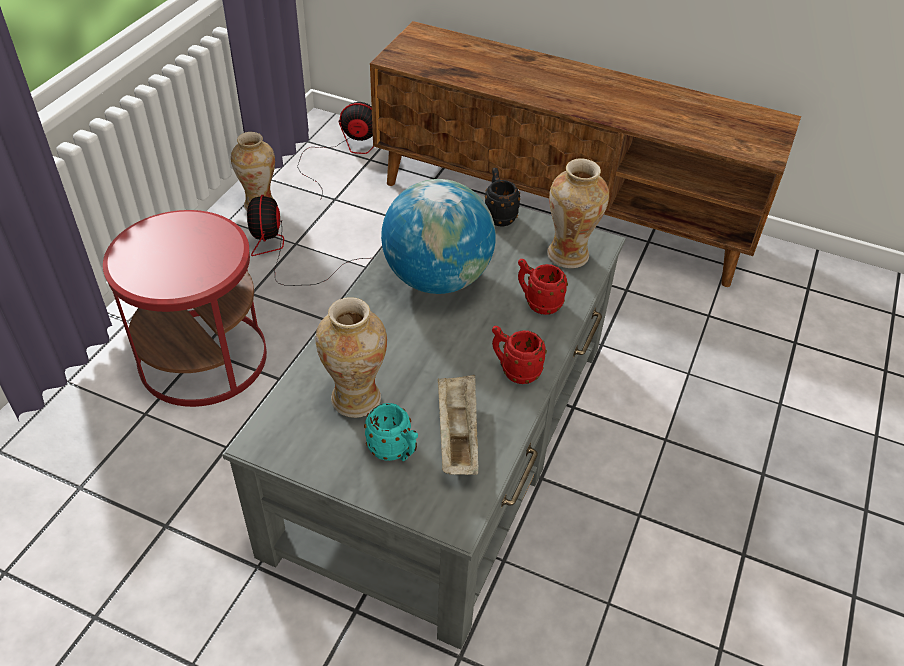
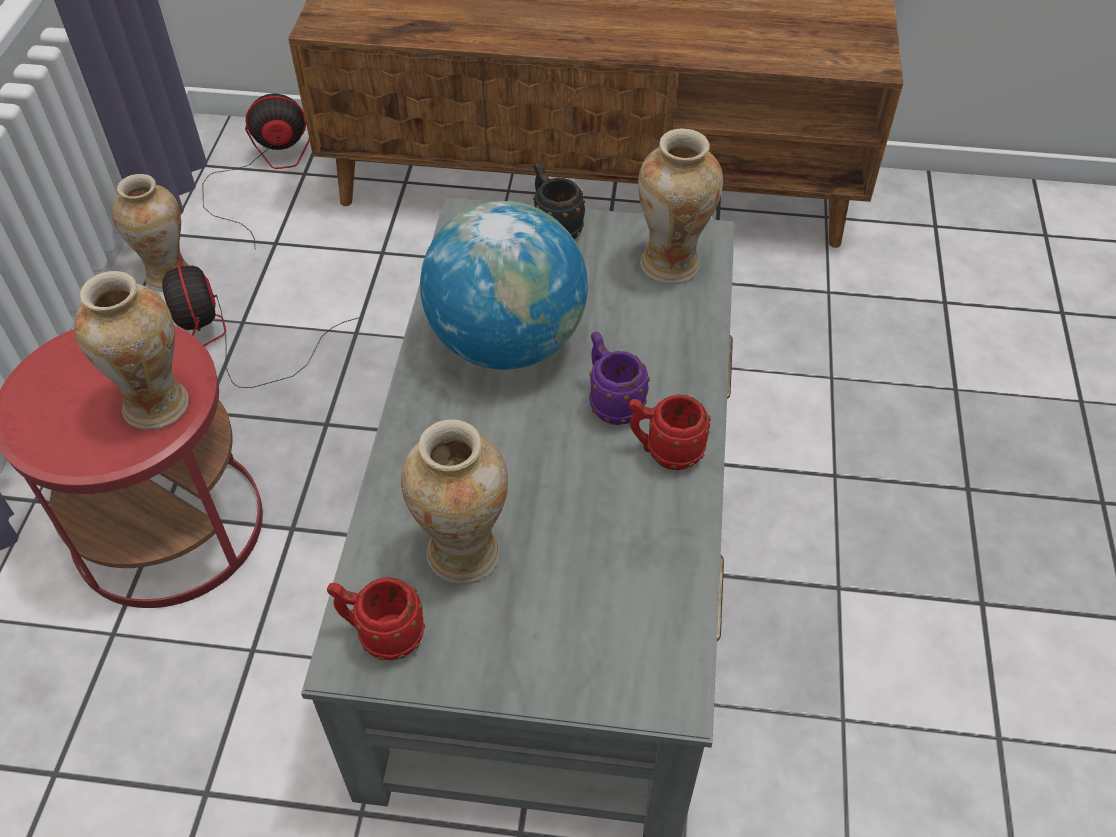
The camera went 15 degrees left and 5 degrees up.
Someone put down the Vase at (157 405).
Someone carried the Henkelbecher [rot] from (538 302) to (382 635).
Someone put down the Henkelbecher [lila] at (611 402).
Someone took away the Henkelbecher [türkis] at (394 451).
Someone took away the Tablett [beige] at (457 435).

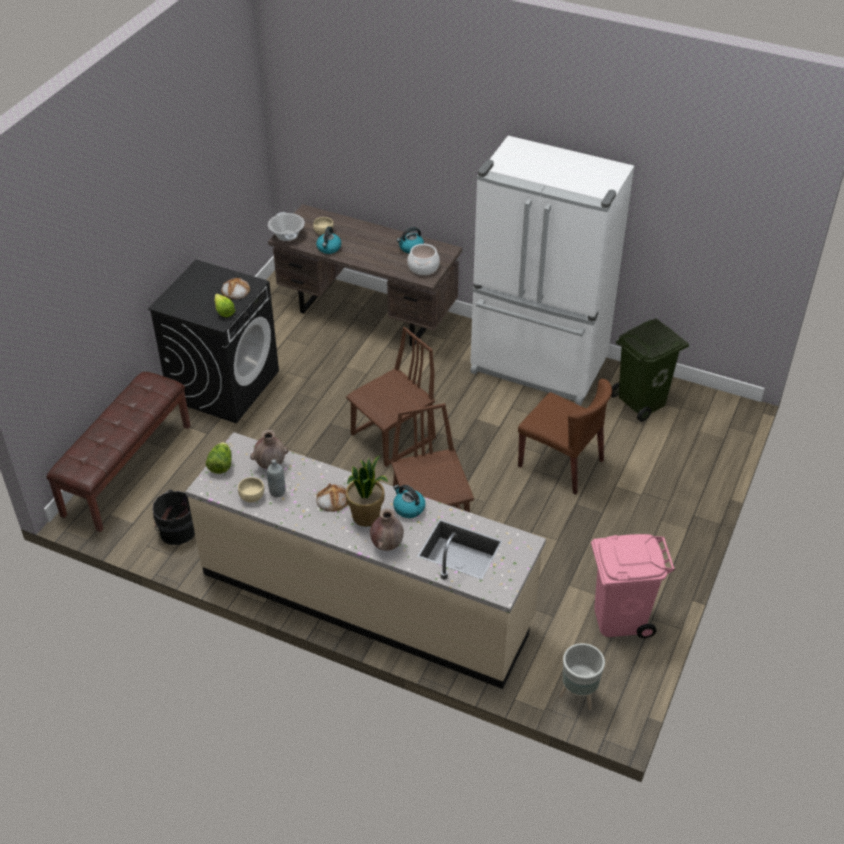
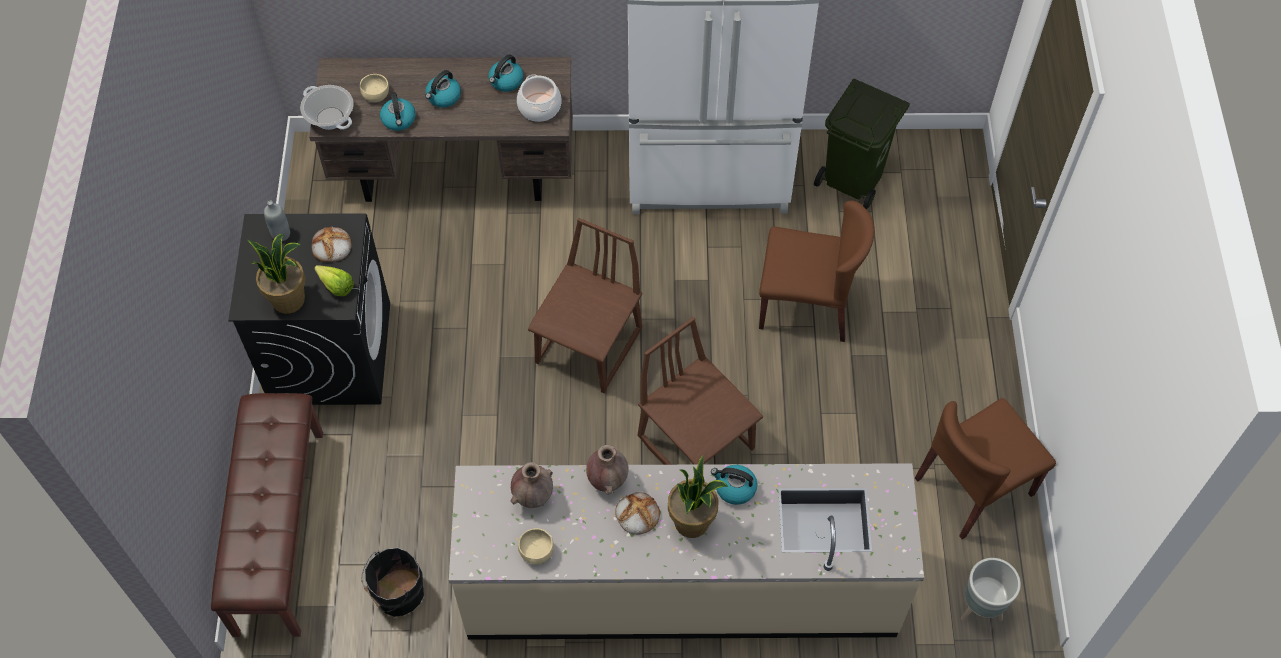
The camera went 25 degrees left and 15 degrees up.
Someone put down the Topfpflanze at (289 299).
Someone carried the Flasche [grau] from (277 492) to (281 234).
Someone put down the Wasserkessel at (443 97).
Someone carried the Vase [braun] from (387 545) to (607 480).
Someone swapped the Mülleimer [rosa] at (619 617) for the Stuhl [braun] at (973 487).
Someone took away the Salatkopf at (221 465).

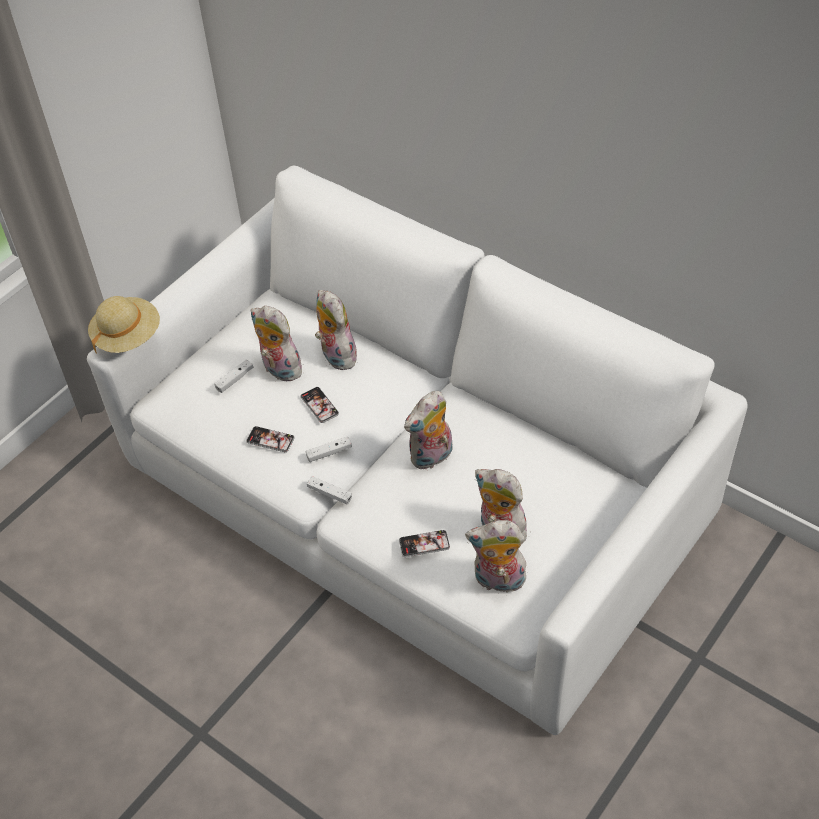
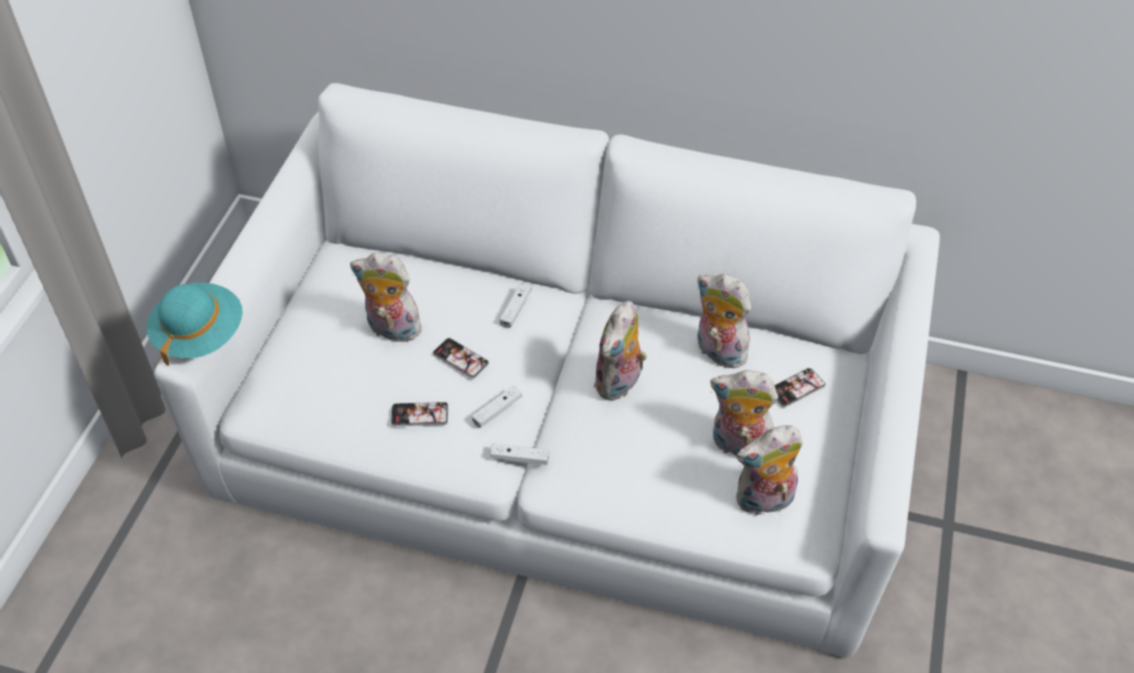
The camera went 25 degrees left and 0 degrees up.
Someone repainted the Hut [beige] at (127 337), which became the Hut [türkis] at (199 335).
Someone carried the Gamepad [weiß] from (234 379) to (515 309).
Someone carried the Plüschtier from (336 355) to (717 352).
Someone carried the Handy from (424 544) to (796 388).

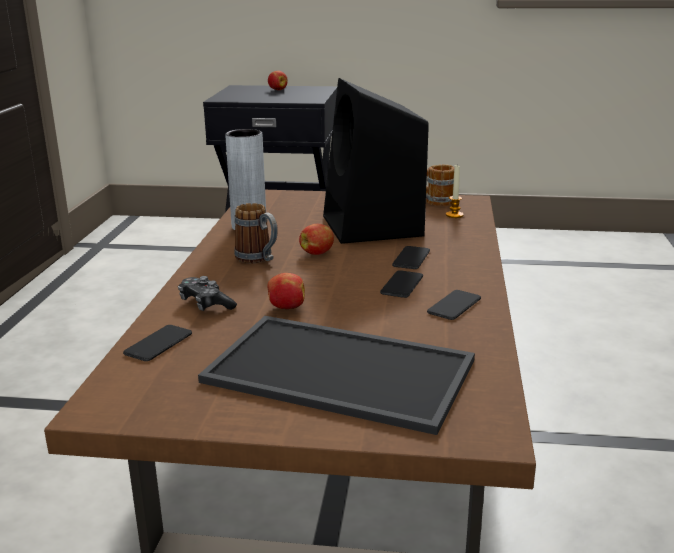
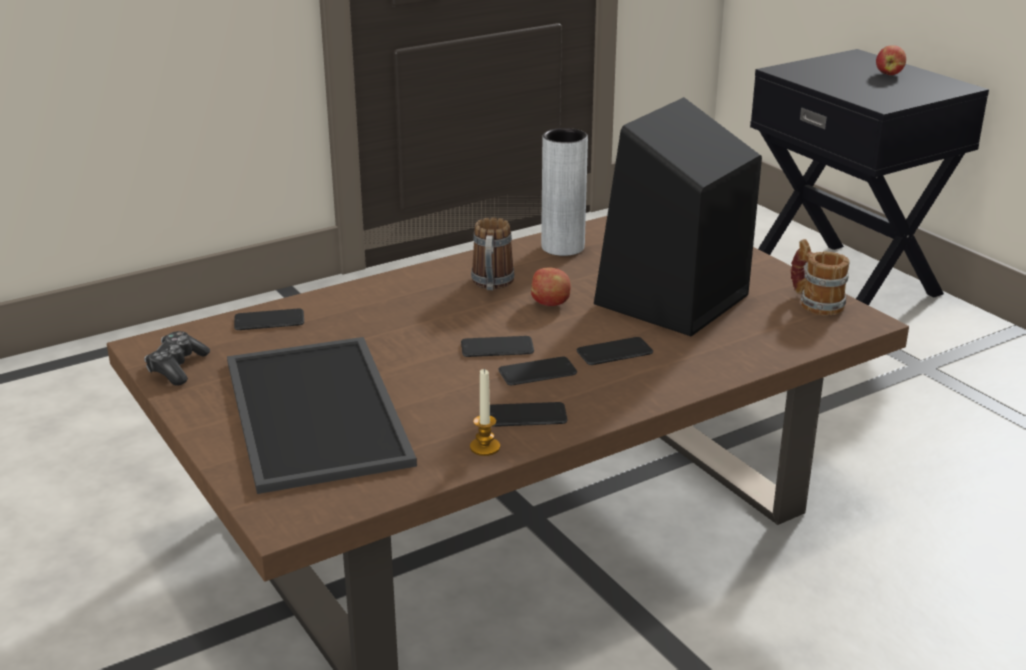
The camera went 50 degrees right and 5 degrees up.
Someone carried the Gamepad from (205 304) to (177 368).
Someone put down the Handy at (497 348).
Someone carried the Kerze from (454 215) to (485 447).
Someone took away the Apfel at (286 307).

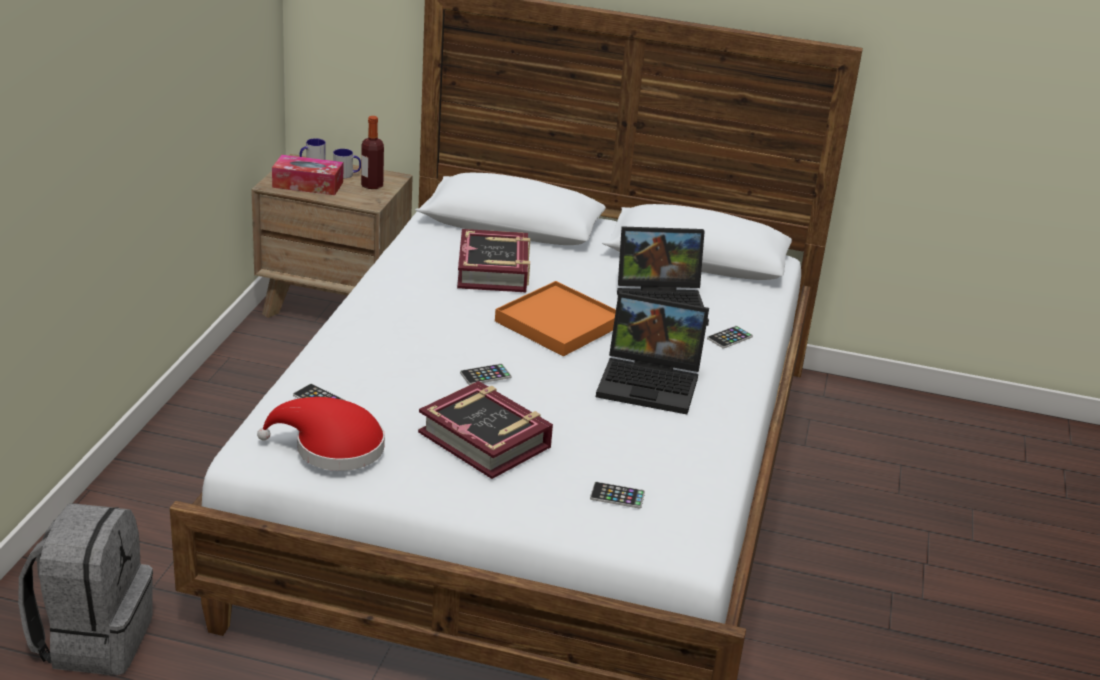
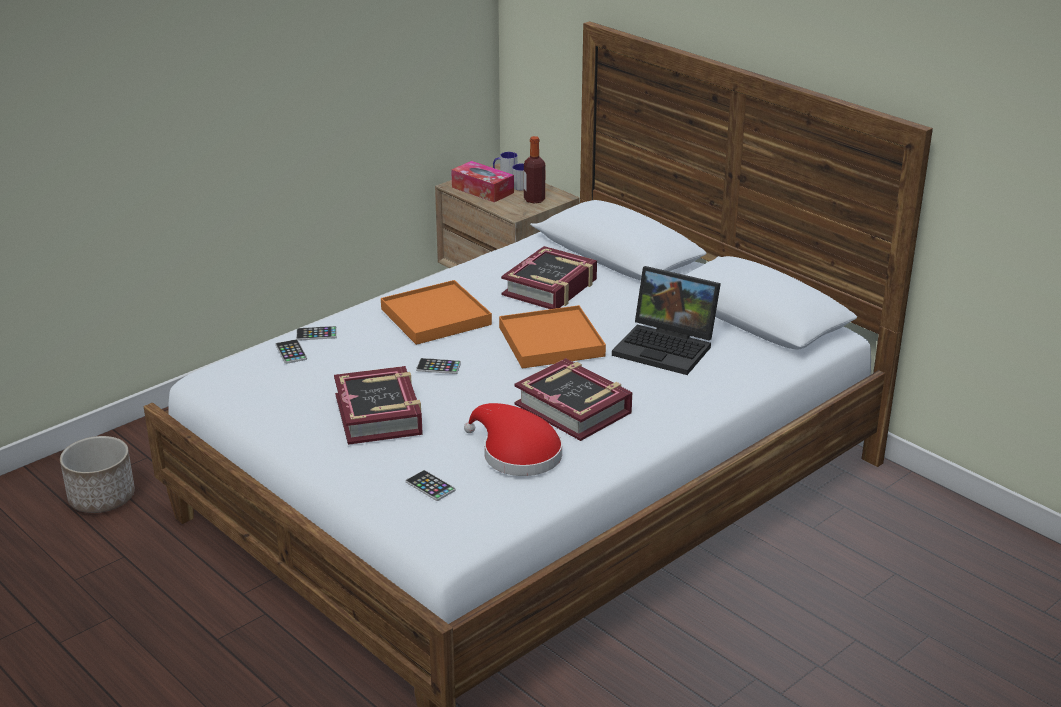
The camera went 35 degrees right and 0 degrees up.
Someone swapped the Rucksack [grau] at (93 638) for the Pflanzkübel at (102 497).
Someone carried the Handy from (729 338) to (316 334).
Someone put down the Tablett [orange] at (435 317).
Someone carried the Hut [rot] from (332 448) to (516 454).
Someone swapped the Laptop at (652 383) for the Buch at (573 408).

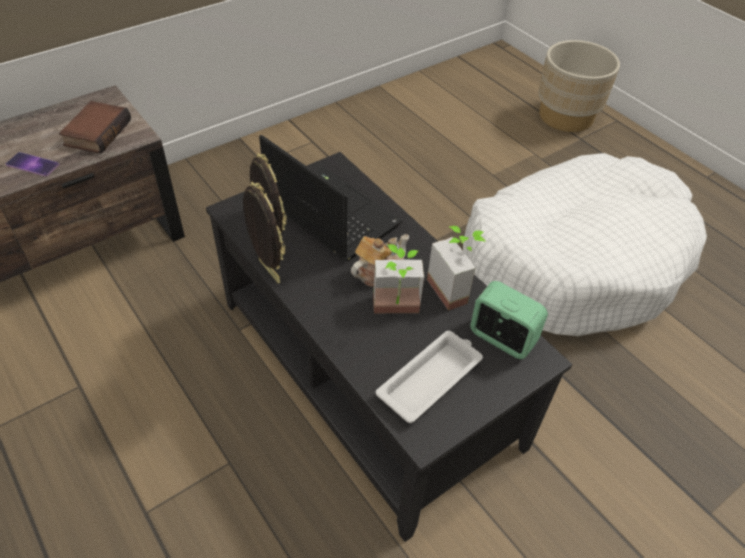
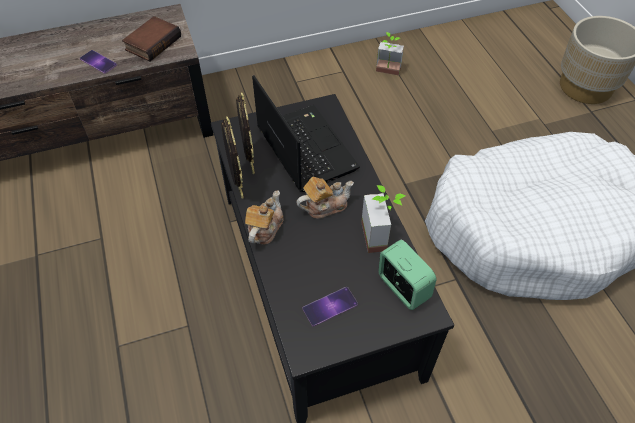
The camera went 20 degrees right and 5 degrees up.
Someone put down the Teekanne at (264 228).
Someone swapped the Tablett [weiß] at (431 378) for the Handy at (330 306).
Someone carried the Topfpflanze from (396 312) to (387 72).

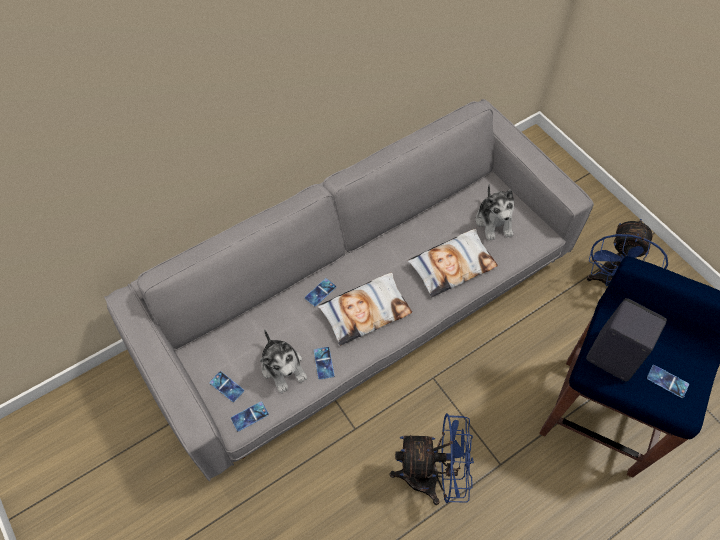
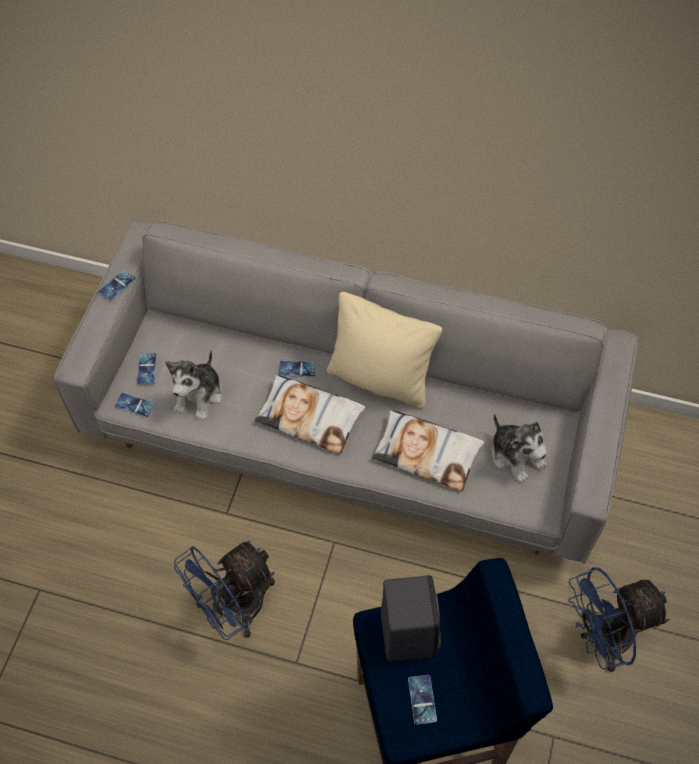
The camera went 50 degrees right and 0 degrees up.
Someone carried the Handy from (324 363) to (117 285).
Someone rotated the Ventilator [blau] at (431 476) by 90 degrees clockwise.
Someone put down the Kissen [beige] at (380 378).
Someone rotated the Plüschtier at (494 222) by 75 degrees counterclockwise.

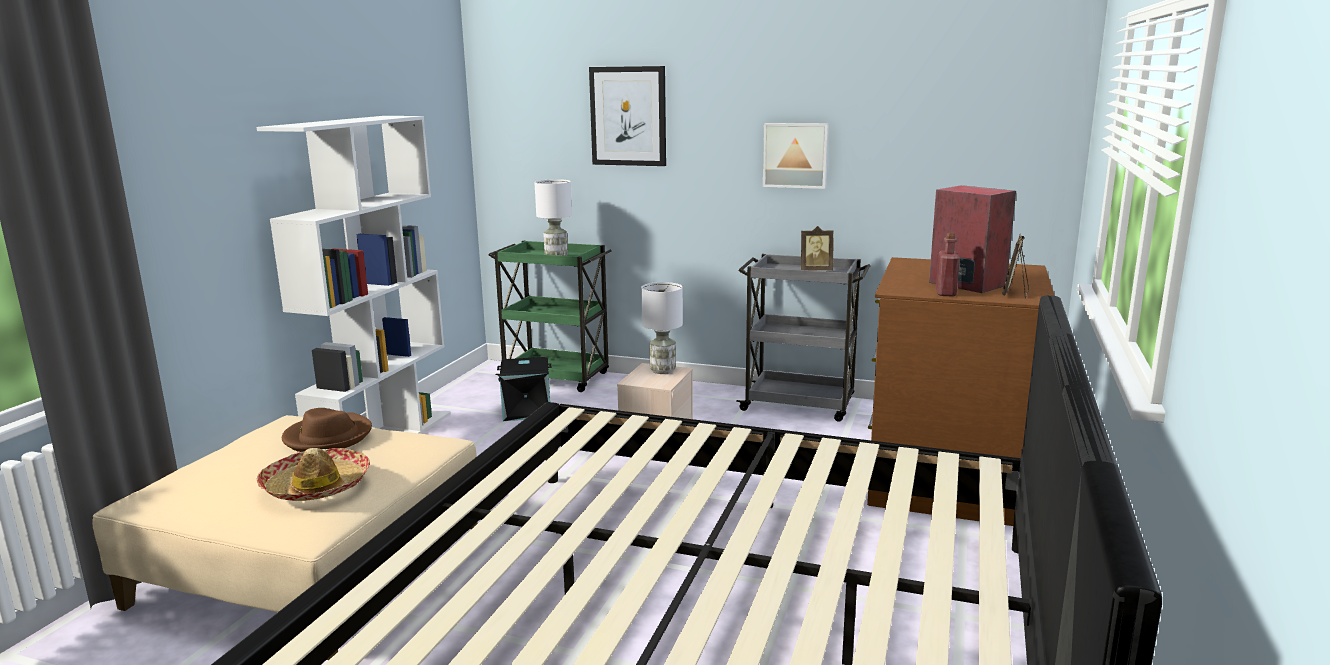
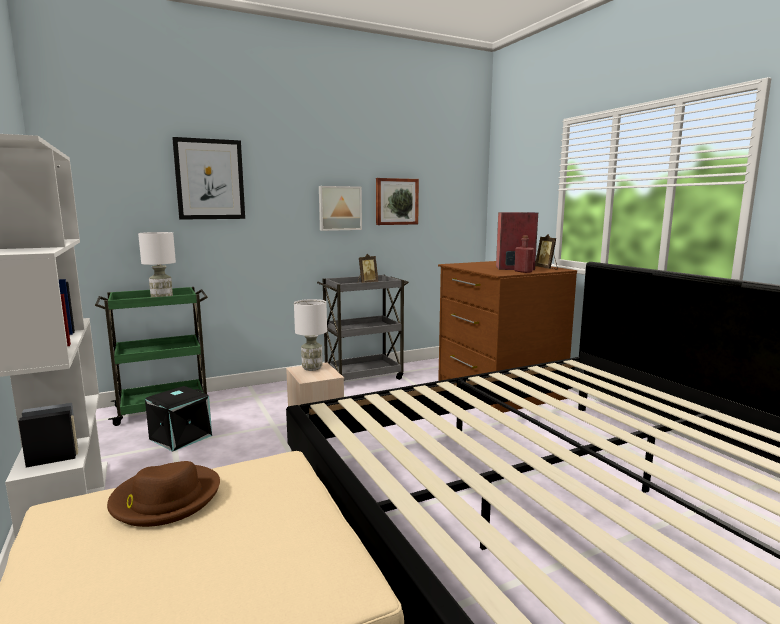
The camera went 45 degrees left and 5 degrees down.
Someone put up the Bild at (396 201).
Someone took away the Hut at (316 486).

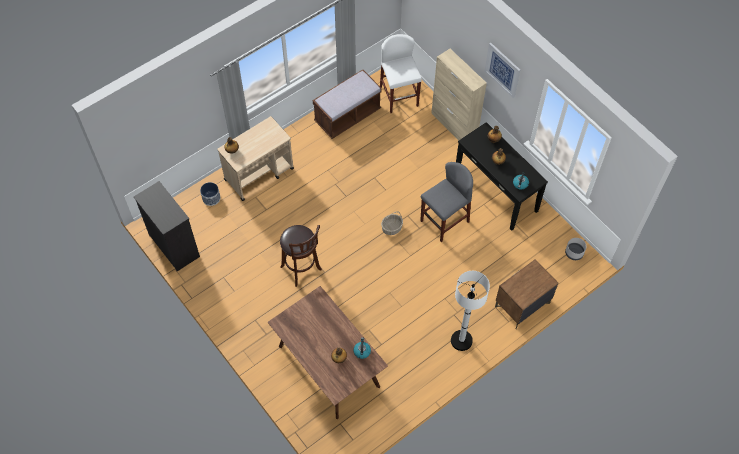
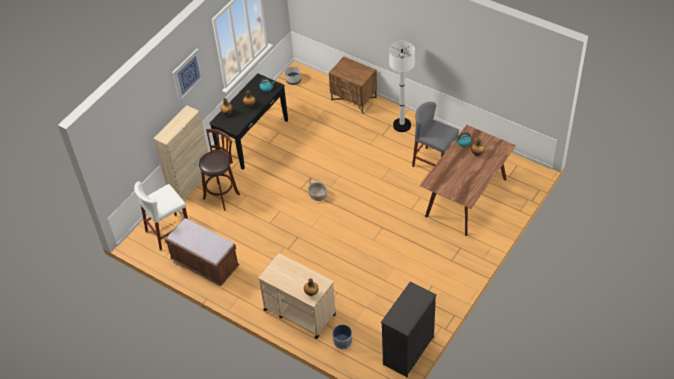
The camera went 105 degrees left and 10 degrees down.
Someone carried the Hocker [braun] from (302 270) to (222 195).
Someone carried the Hocker [grau] from (444 221) to (434 163).

